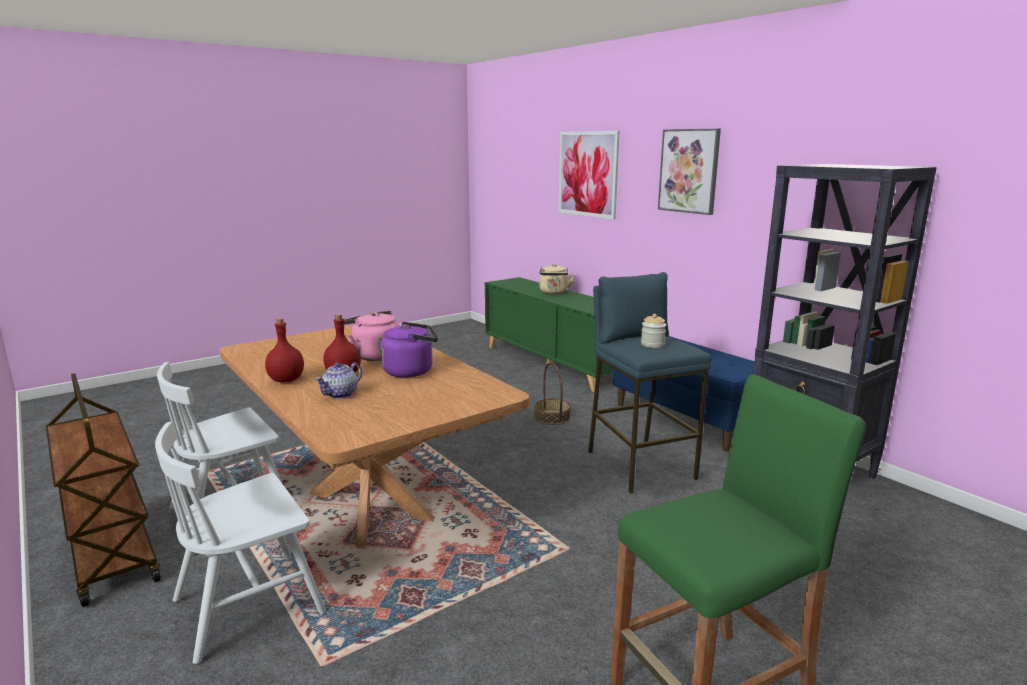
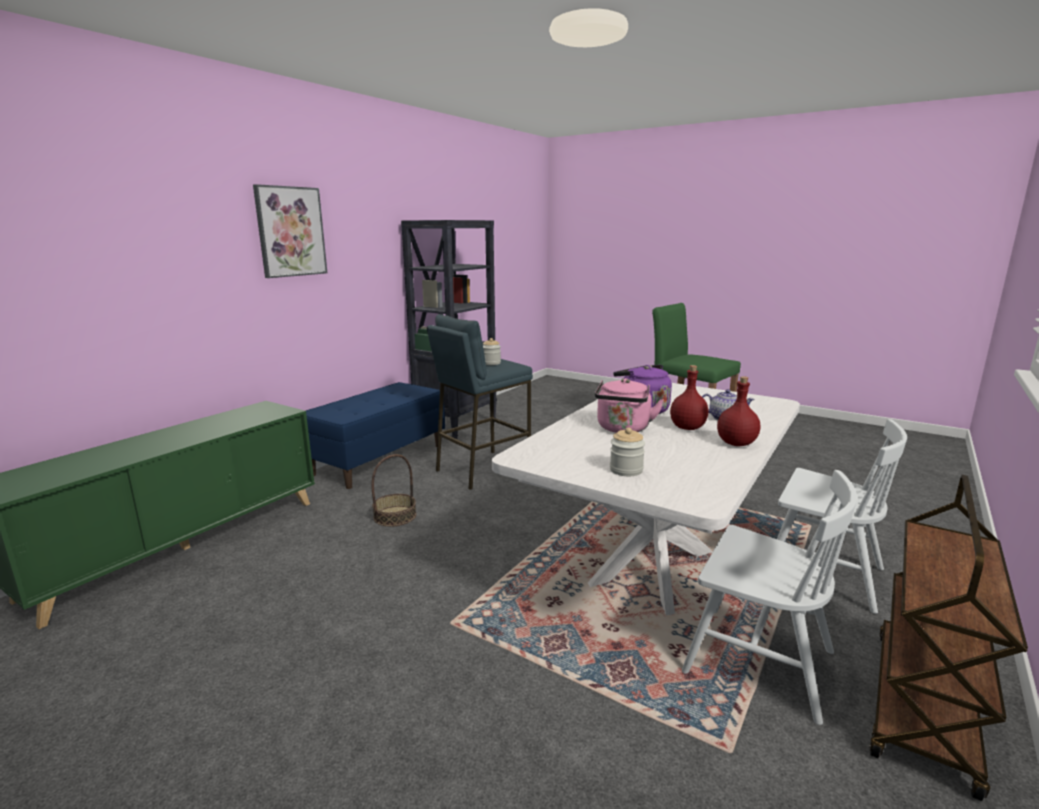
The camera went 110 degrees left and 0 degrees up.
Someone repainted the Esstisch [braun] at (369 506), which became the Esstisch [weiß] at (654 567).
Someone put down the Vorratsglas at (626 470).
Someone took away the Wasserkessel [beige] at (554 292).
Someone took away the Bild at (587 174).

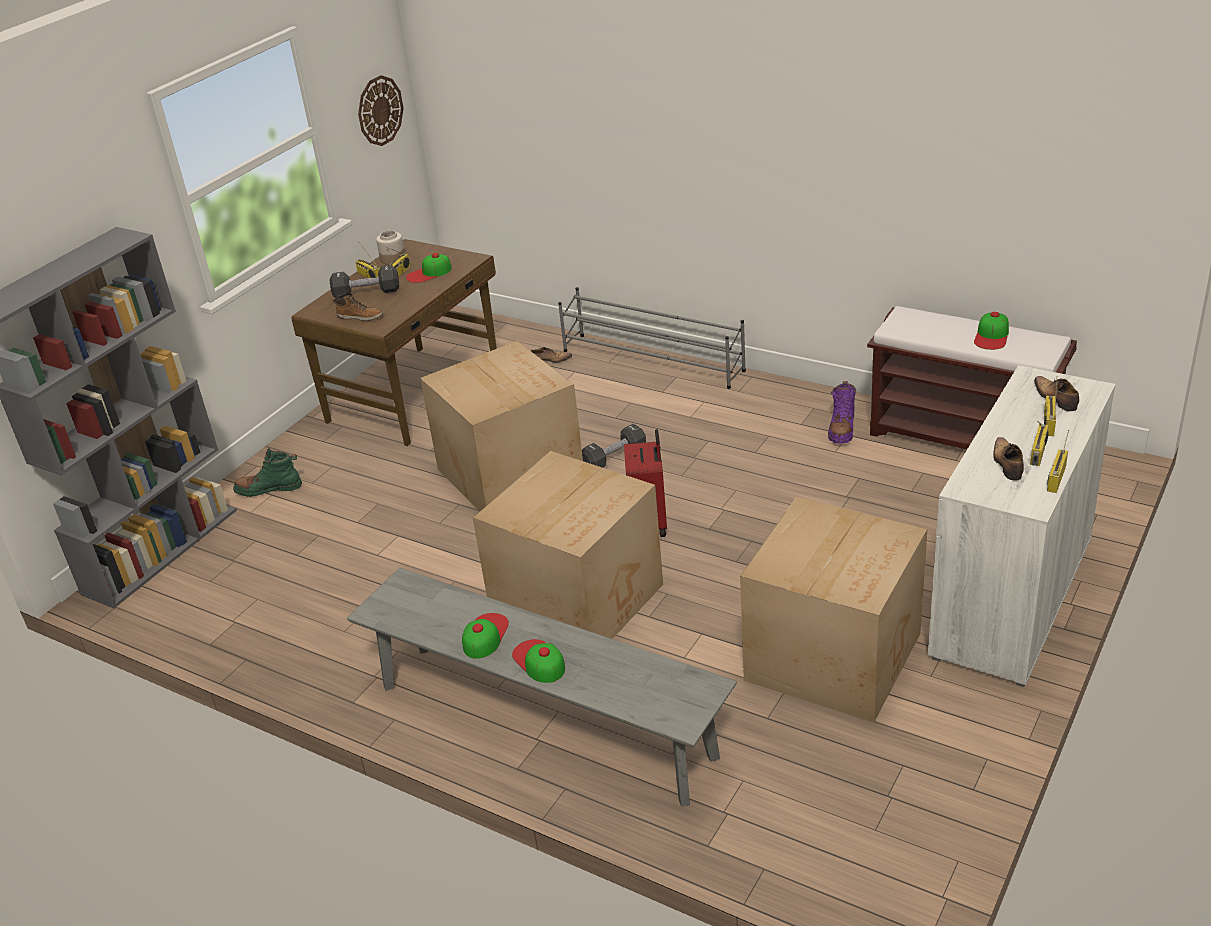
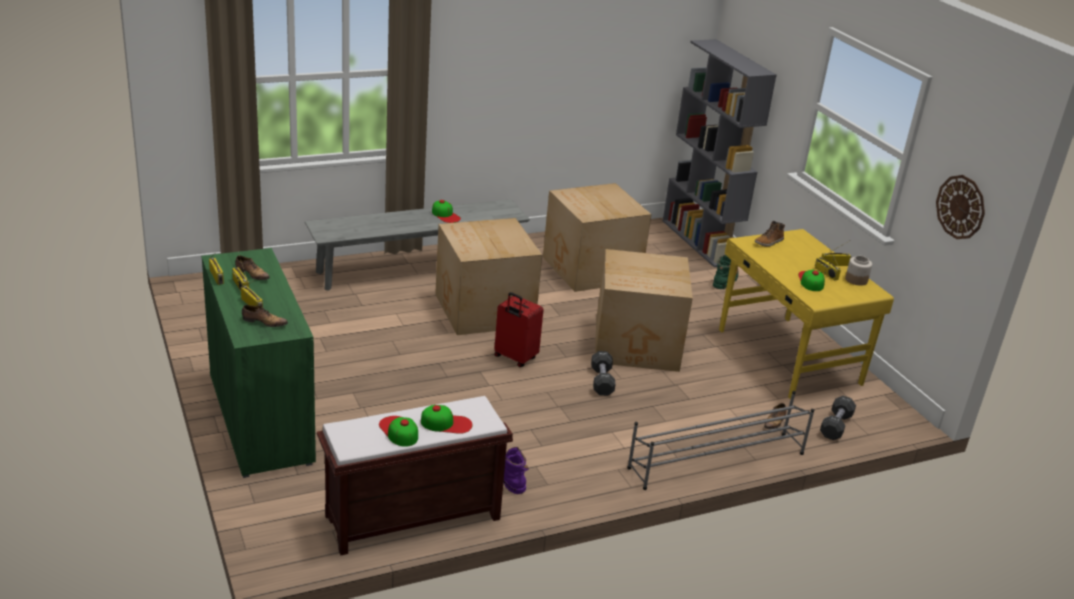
The camera went 120 degrees right and 5 degrees down.
Someone repainted the Schrank [weiß] at (1011 597), which became the Schrank [grün] at (261 418).
Someone carried the Kappe from (539 661) to (446 423).
Someone carried the Karton from (836 656) to (590 269).
Someone repainted the Schreibtisch [braun] at (416 394), which became the Schreibtisch [gelb] at (788 357).
Someone carried the Hantel [schwarz] from (367 293) to (835 426).

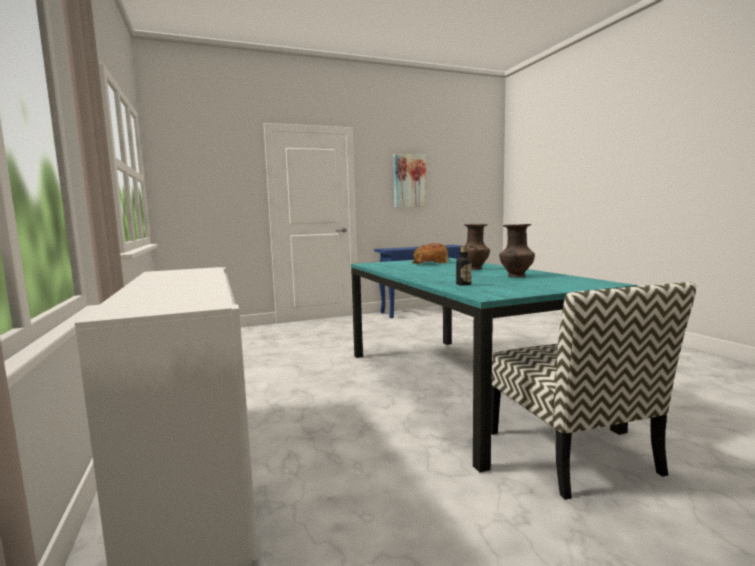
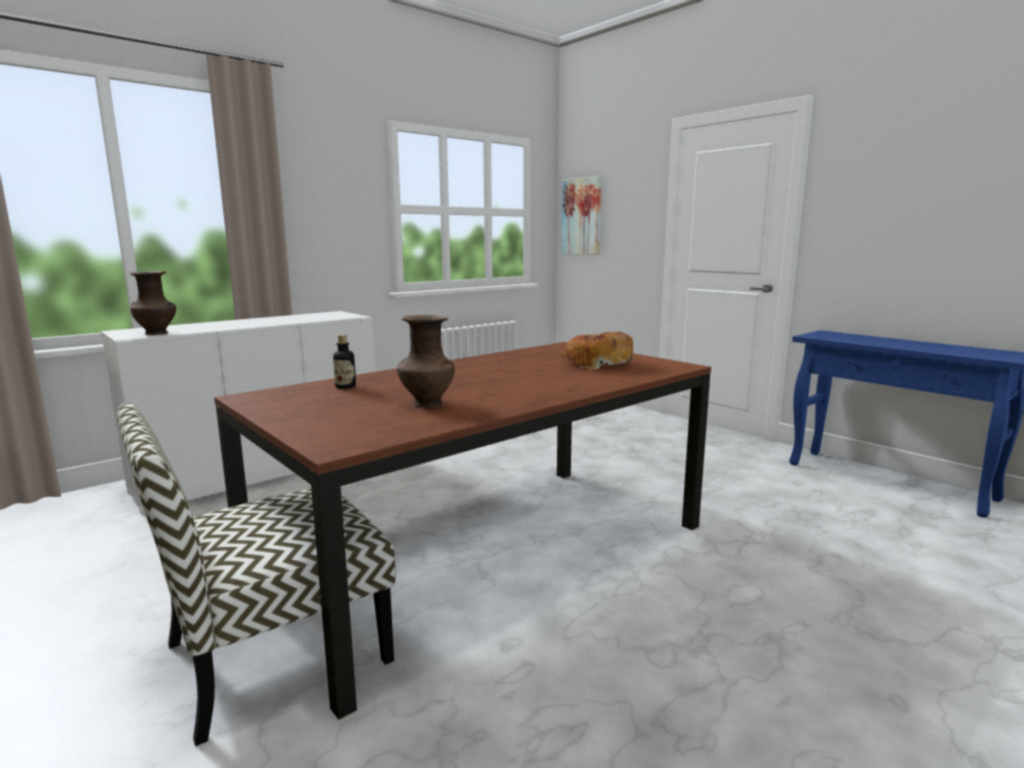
The camera went 70 degrees right and 5 degrees up.
Someone carried the Vase [braun] from (474 269) to (157 333).
Someone repainted the Esstisch [türkis] at (457 385), which became the Esstisch [braun] at (490 553).
Someone carried the Bild from (409 181) to (582 216).

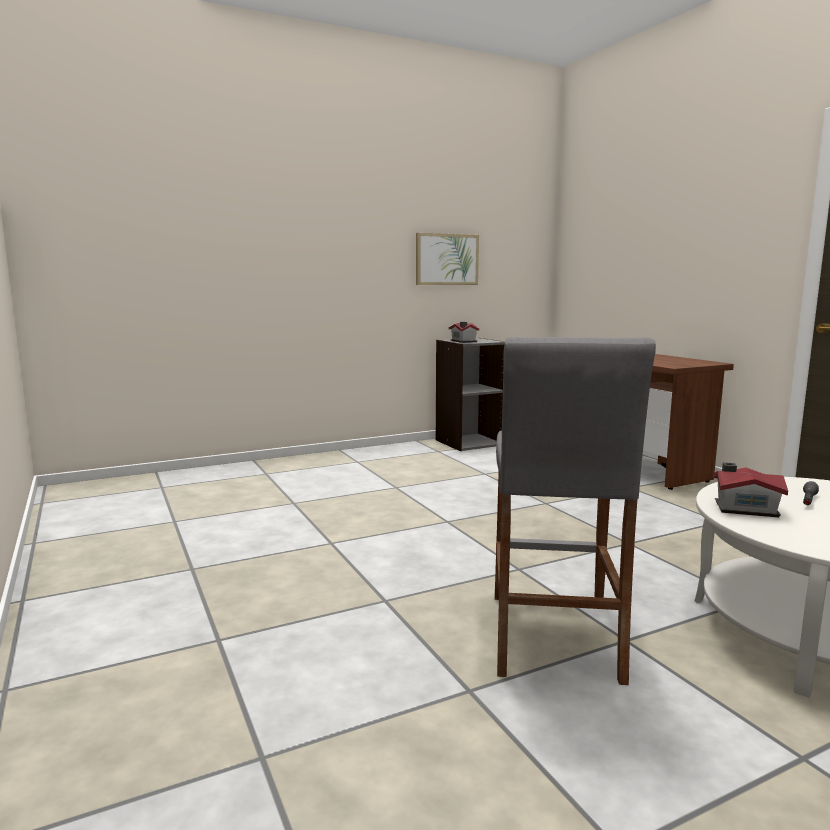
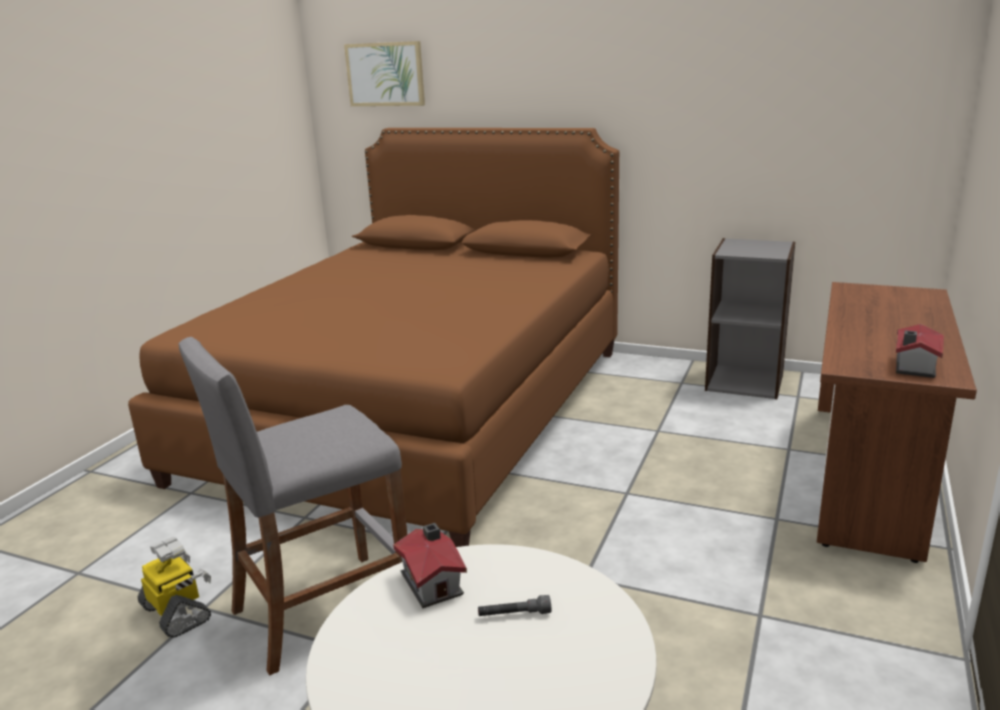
The camera went 50 degrees right and 10 degrees up.
Someone put down the Bett [braun] at (417 411).
Someone put down the Spielzeugroboter at (177 613).
Someone carried the Bild from (446 259) to (385 74).
Someone carried the Spielzeughaus from (463 341) to (913 367).

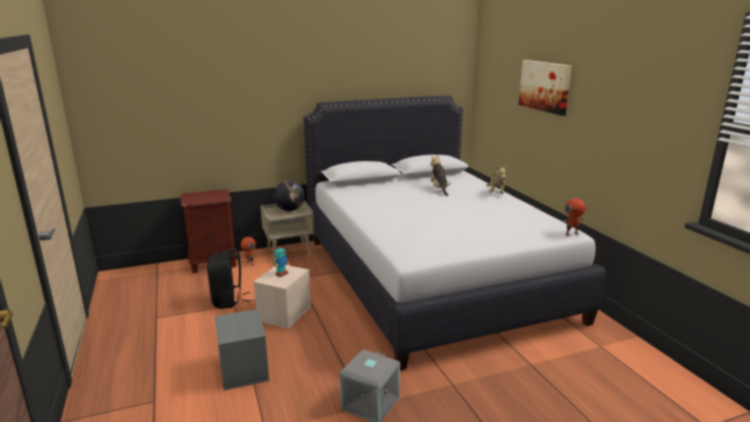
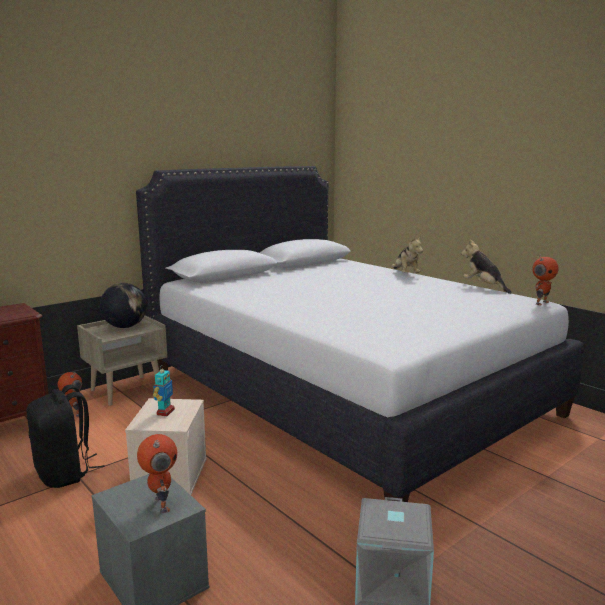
The camera went 20 degrees left and 5 degrees down.
Someone put down the Spielzeugroboter at (160 504).
Someone carried the Plüschtier from (439 189) to (484 287).
Someone took away the Bild at (545 86).

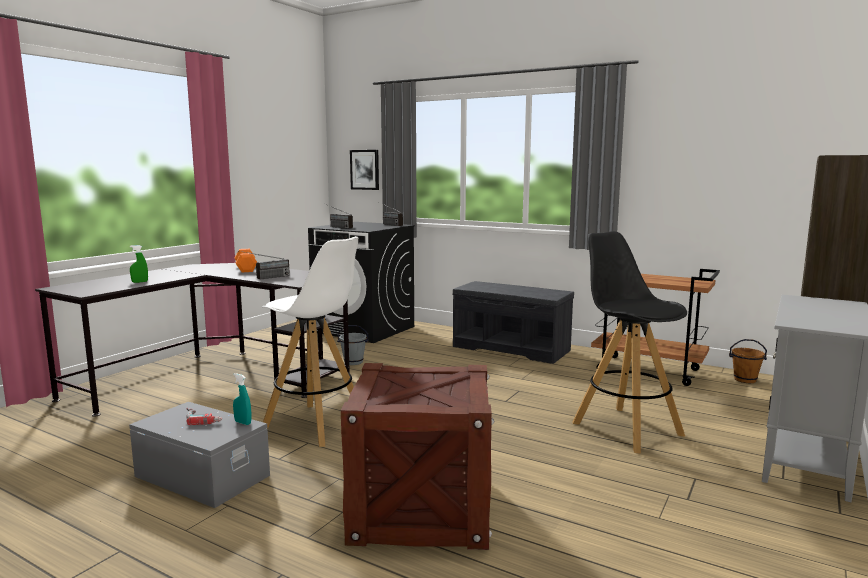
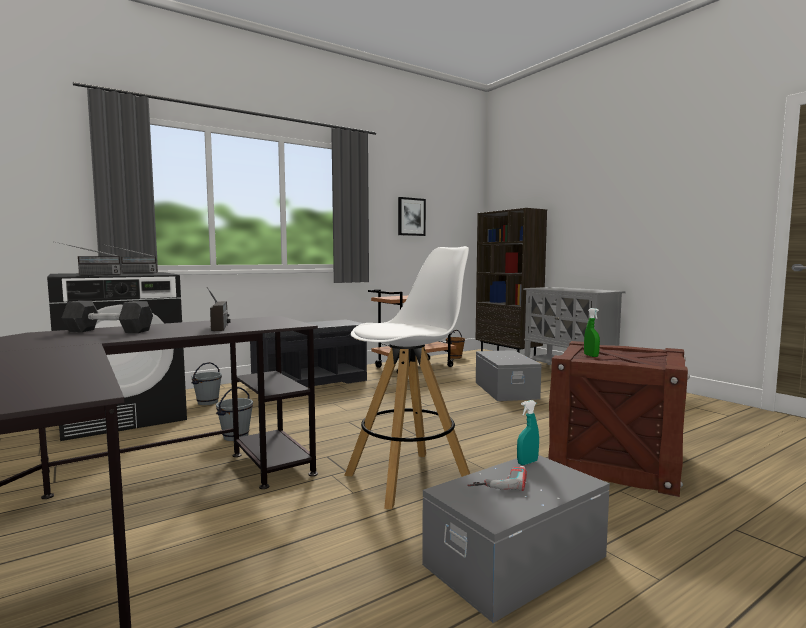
The camera went 65 degrees left and 5 degrees down.
Someone repainted the Hantel [orange] at (246 268), which became the Hantel [grau] at (109 331).
Someone put down the Eimer [grau] at (207 402).
Someone carried the Bild from (365 169) to (411 217).
Someone swapped the Hocker [schwarz] at (626 428) for the Aufbewahrungsbox [grau] at (506 390).
Someone carried the Sprühflasche [grün] from (140 282) to (591 356).

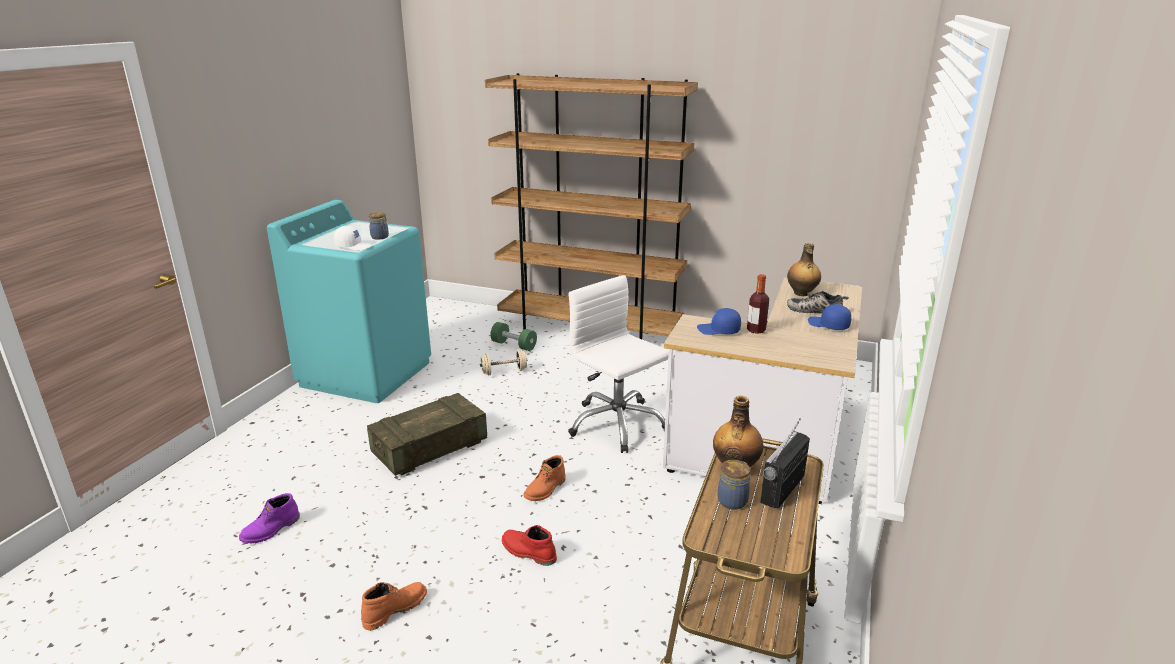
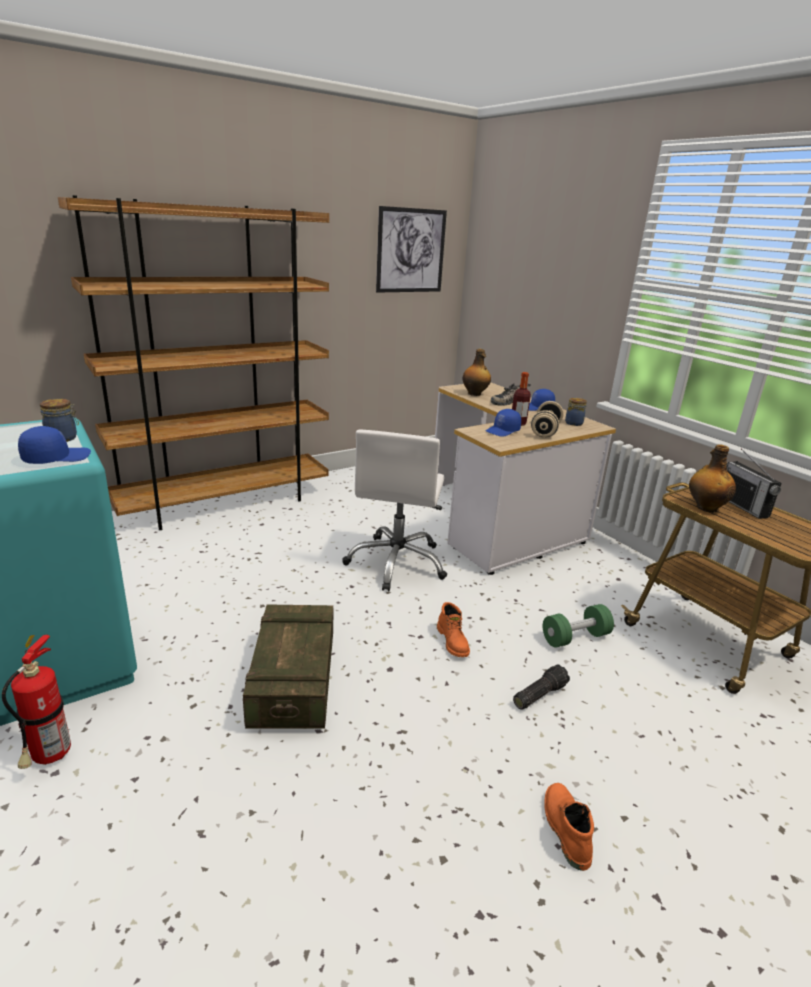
The camera went 55 degrees left and 0 degrees up.
Someone put down the Feuerlöscher at (49 758).
Someone repainted the Kappe [weiß] at (354 246), which became the Kappe [blau] at (56 458).
Someone rotated the Bürostuhl [weiß] at (617 424) by 75 degrees counterclockwise.
Someone put up the Bild at (411 251).
Someone swapped the Stiefel [rot] at (528 552) for the Taschenlampe at (539 694).
Someone carried the Hantel [beige] from (504 372) to (545 431).
Someone carried the Hantel [grün] from (514 345) to (575 637).
Someone carried the Vorratsglas from (733 500) to (573 423).
Someone took away the Stiefel [lila] at (271 530).

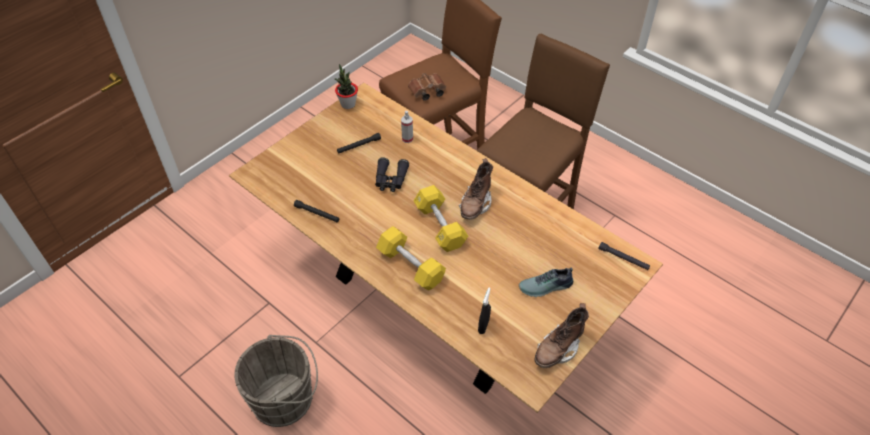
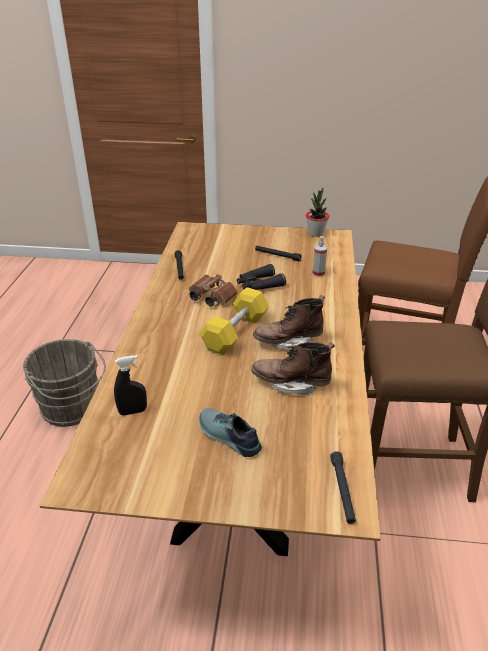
The camera went 55 degrees right and 15 degrees down.
Someone carried the Fernglas [braun] from (427 92) to (210 298).
Someone carried the Stiefel [braun] from (558 349) to (291 383).
Someone took away the Hantel [gelb] at (410 266).

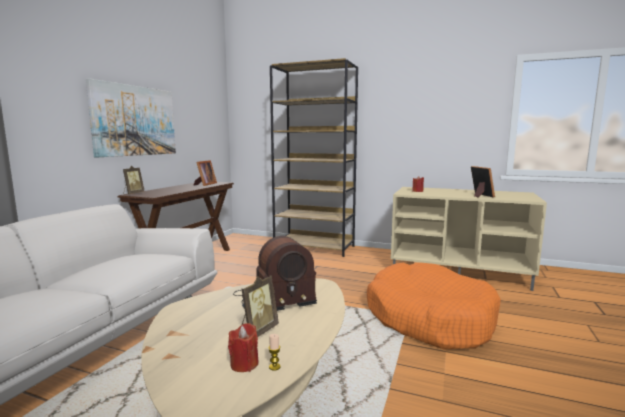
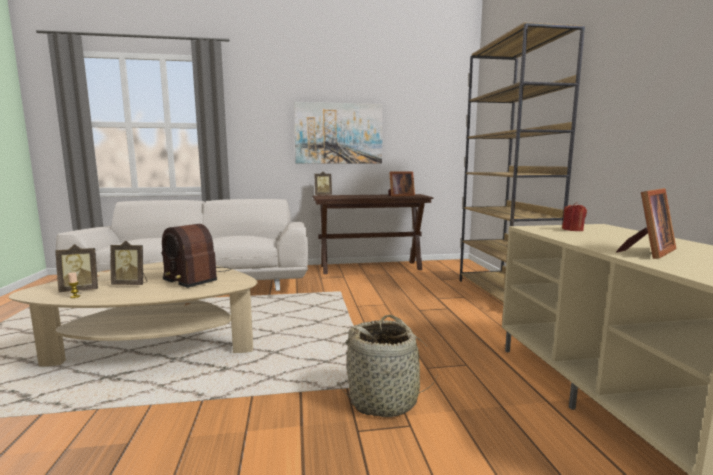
The camera went 60 degrees right and 0 degrees up.
Someone swapped the Kerze [rot] at (244 364) for the Bilderrahmen at (81 290).
Someone swapped the Hundebett [orange] at (428 318) for the Korb at (384 400).

